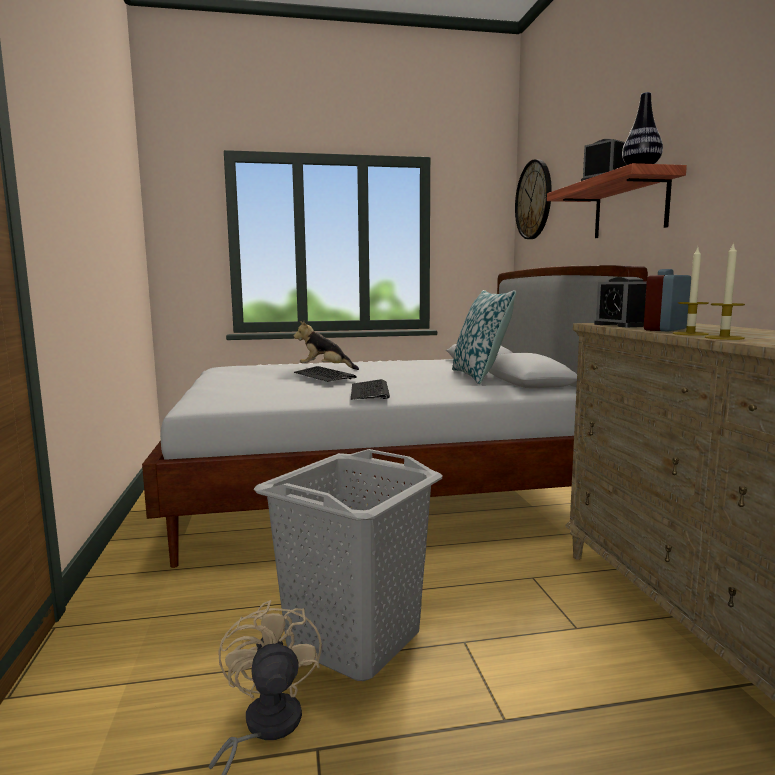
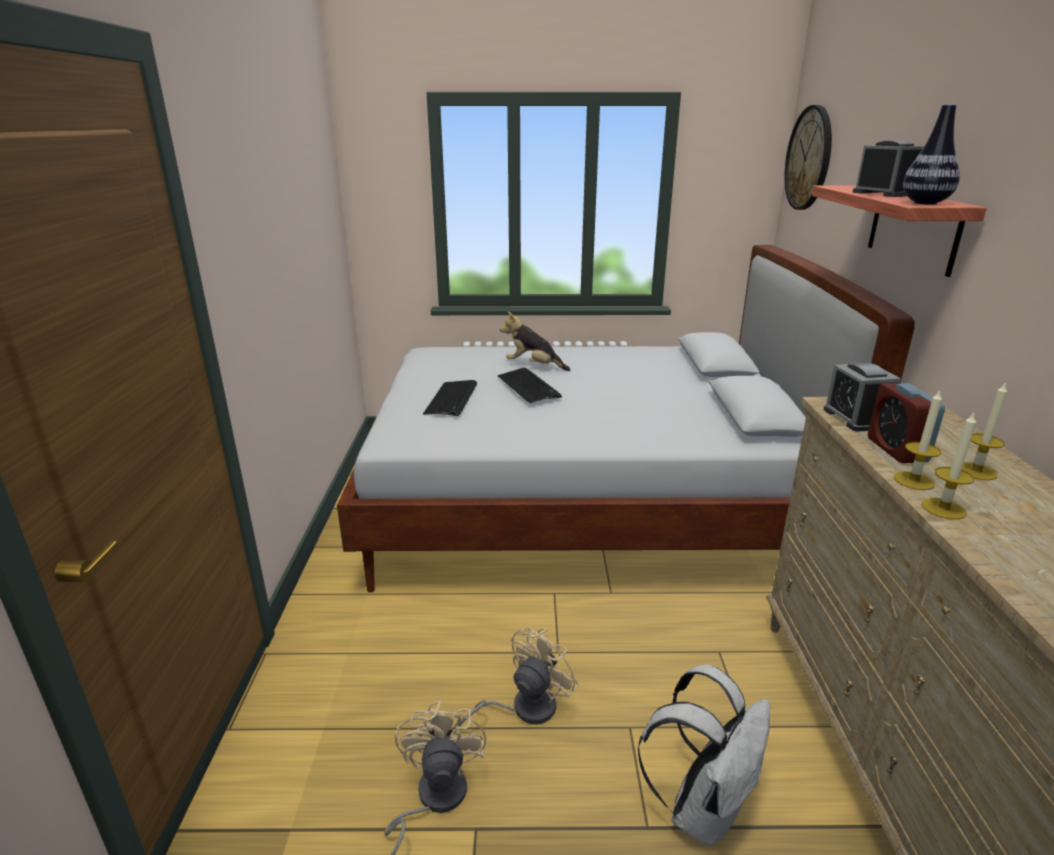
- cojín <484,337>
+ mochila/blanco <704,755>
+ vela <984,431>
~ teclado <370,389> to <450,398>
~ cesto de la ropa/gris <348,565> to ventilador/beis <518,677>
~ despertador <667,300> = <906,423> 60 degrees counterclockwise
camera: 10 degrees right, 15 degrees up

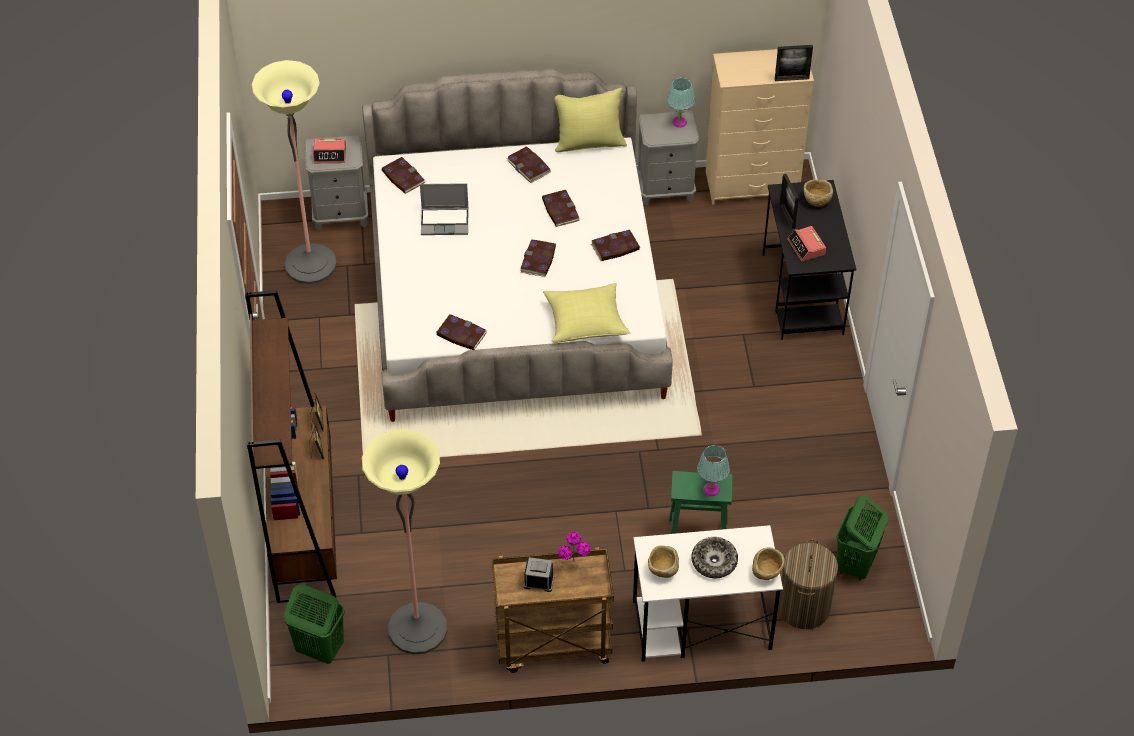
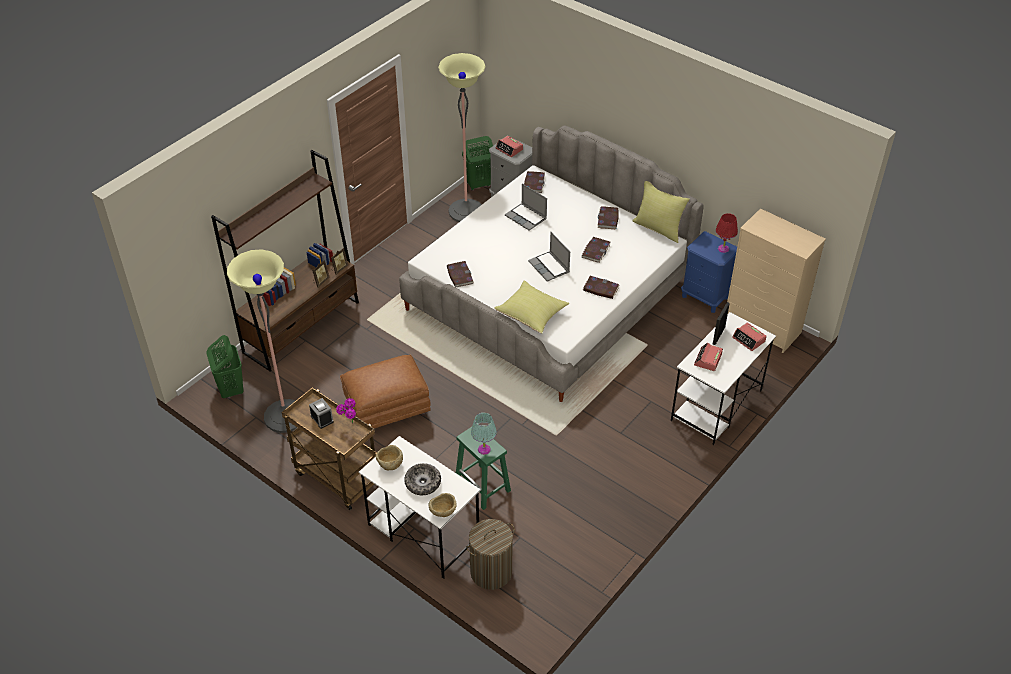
- portarretratos <794,63>
+ puf/marrón <385,391>
~ cesto de la ropa/verde <862,538> to <477,163>
~ libro <538,258> to portátil <549,257>
~ cuenco/beis <818,193> to despertador <749,337>
~ mesita de noche/gris <667,158> to mesita de noche/azul <709,272>
~ lámpara de mesa/turquesa <681,103> to lámpara de mesa/rojo <727,233>
~ escritorio/negro <809,260> to escritorio/blanco <723,378>
camera: 45 degrees right, 5 degrees down

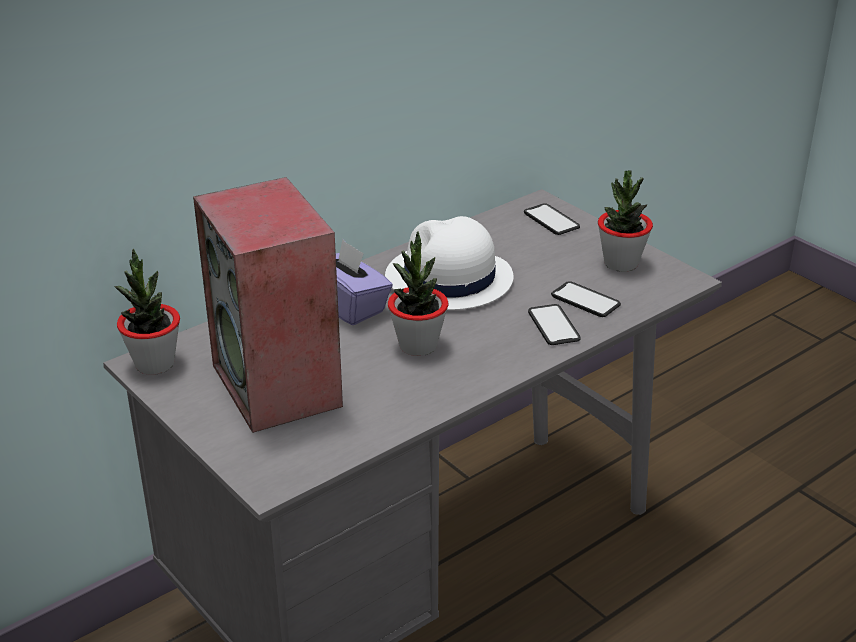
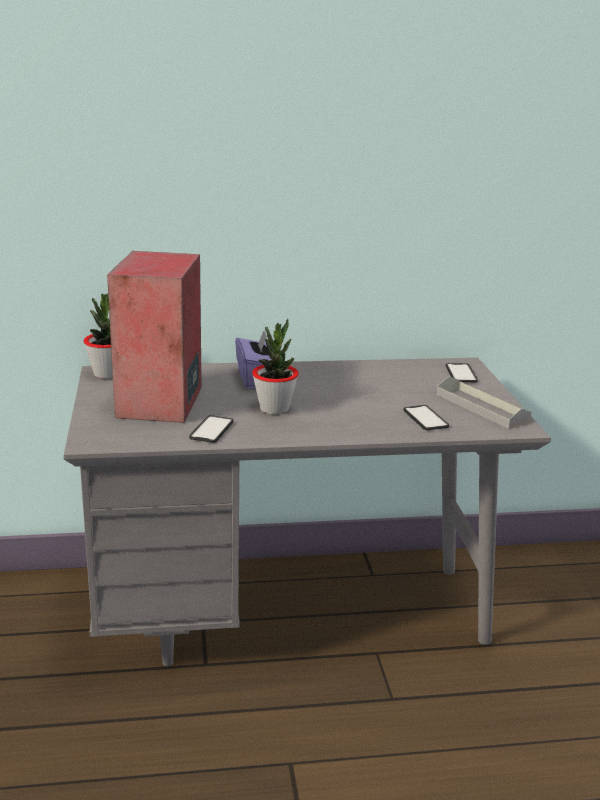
- sombrero/blanco <449,263>
~ móvil <554,324> to <211,429>
~ planta en maceta <625,221> to bandeja/gris <484,402>
camera: 30 degrees right, 10 degrees down

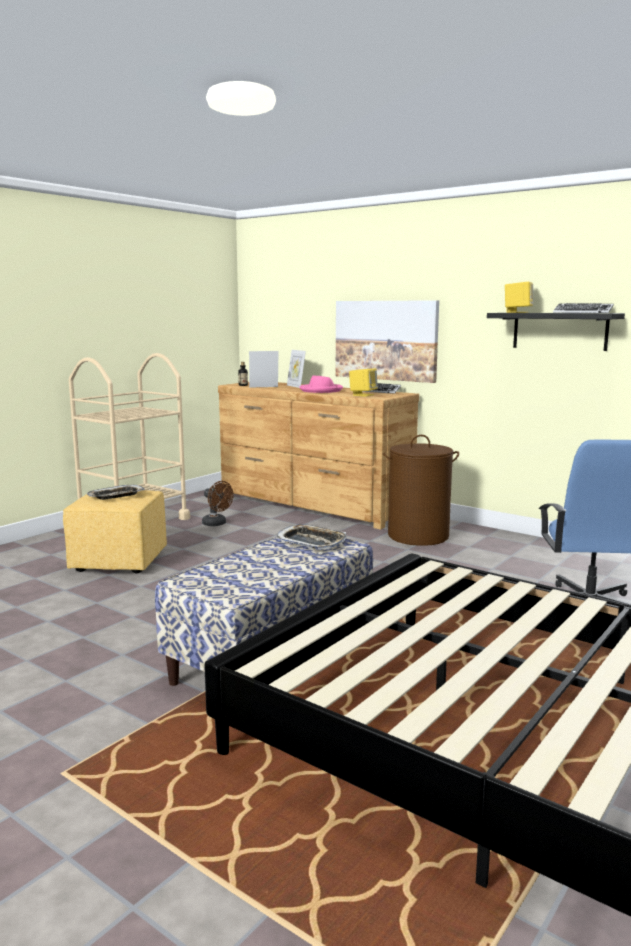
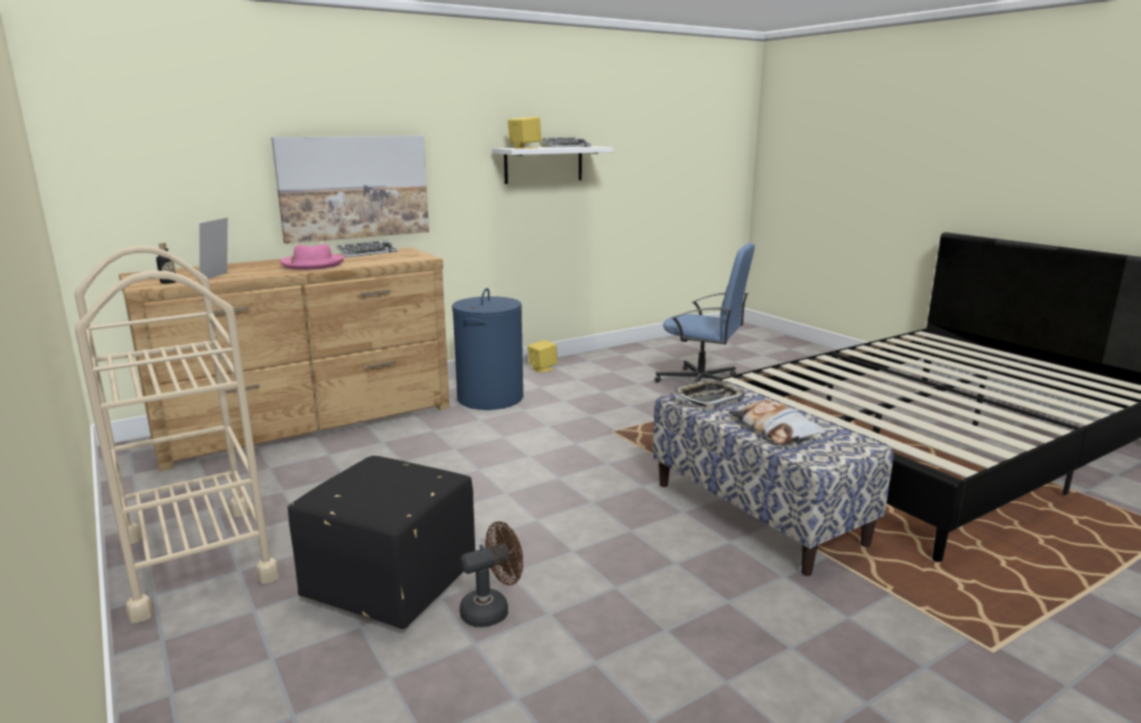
- bandeja <116,492>
- portarretratos <296,369>
+ cojín <777,422>
~ ventilador/marrón <218,503> to <491,574>
~ altavoz/amarillo <363,382> to <542,356>
~ puf/amarillo <115,531> to puf/negro <381,542>
~ cesto de la ropa/marrón <421,490> to cesto de la ropa/azul <487,349>
~ estante/negro <556,332> to estante/blanco <552,165>
camera: 70 degrees left, 5 degrees up

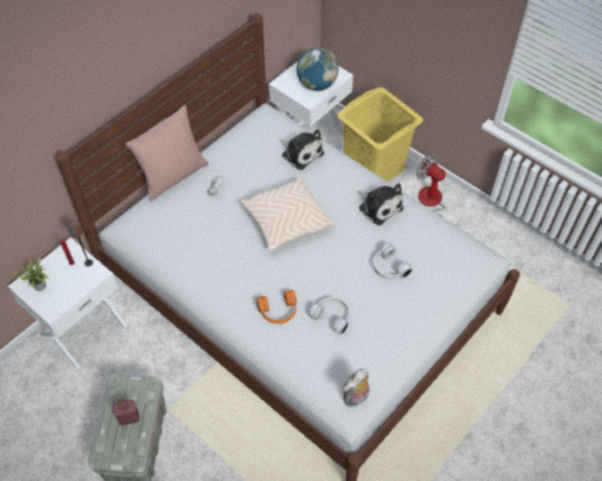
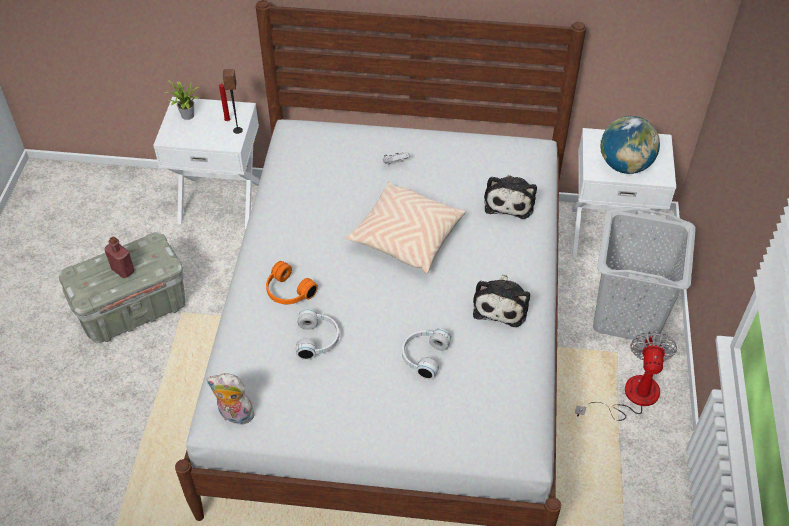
- cojín/rosa <167,153>
~ cesto de la ropa/amarillo <380,134> to cesto de la ropa/gris <644,274>
camera: 55 degrees right, 5 degrees down

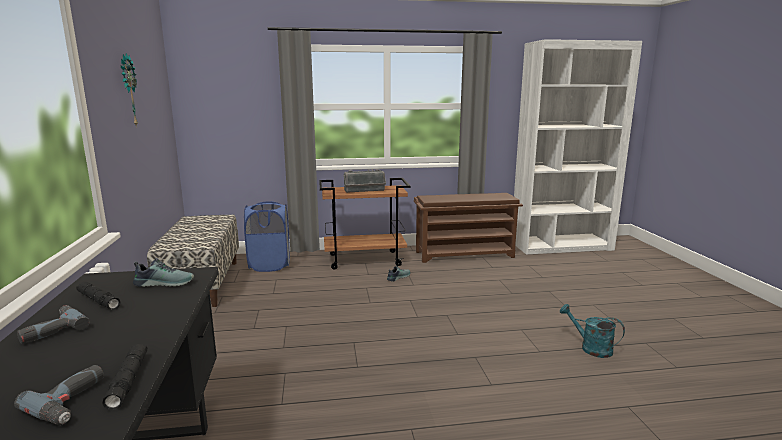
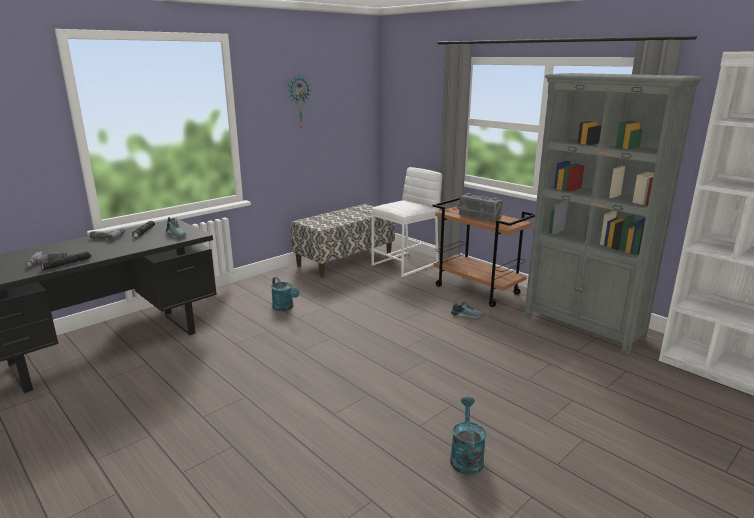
+ regadera/turquesa <285,294>
~ cesto de la ropa/azul <267,236> to taburete/blanco <406,222>
~ zapatero/marrón <468,228> to estantería/gris <613,214>
camera: 55 degrees right, 5 degrees up

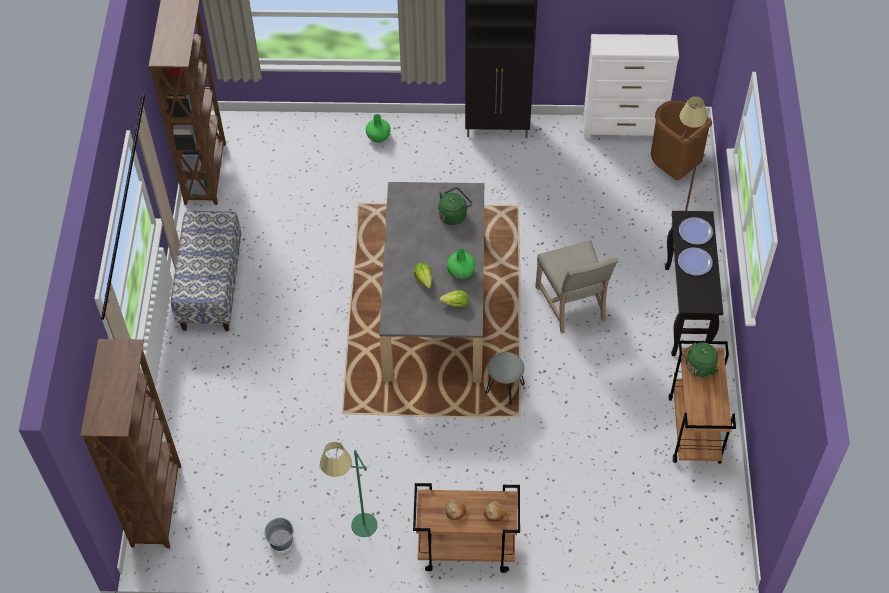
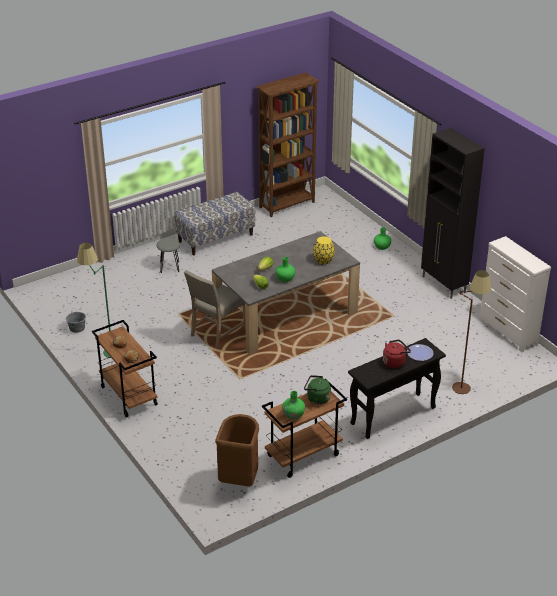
- estantería/marrón <130,443>
+ florero/verde <293,405>
~ taburete/gris <504,378> to <168,255>
~ silla/beis <576,287> to <215,309>
~ papelera/marrón <681,140> to <237,450>
~ hervidor/verde <455,206> to florero/amarillo <324,250>
~ plato <695,262> to hervidor/rojo <397,354>
camera: 55 degrees right, 20 degrees down

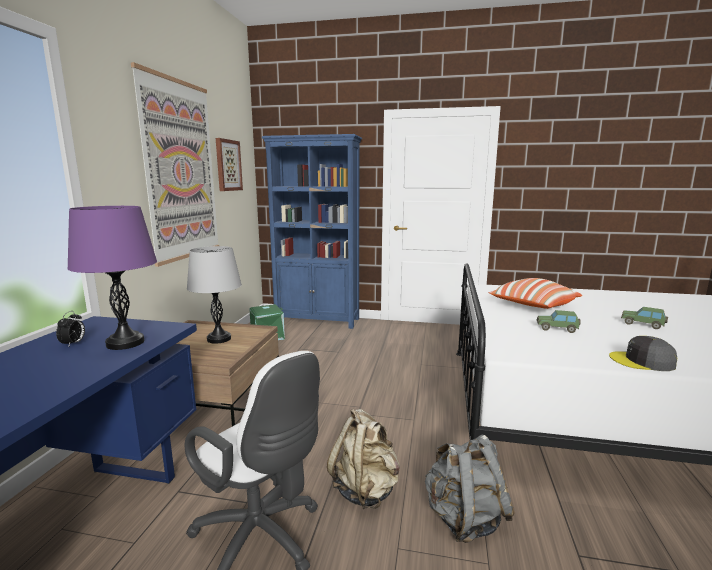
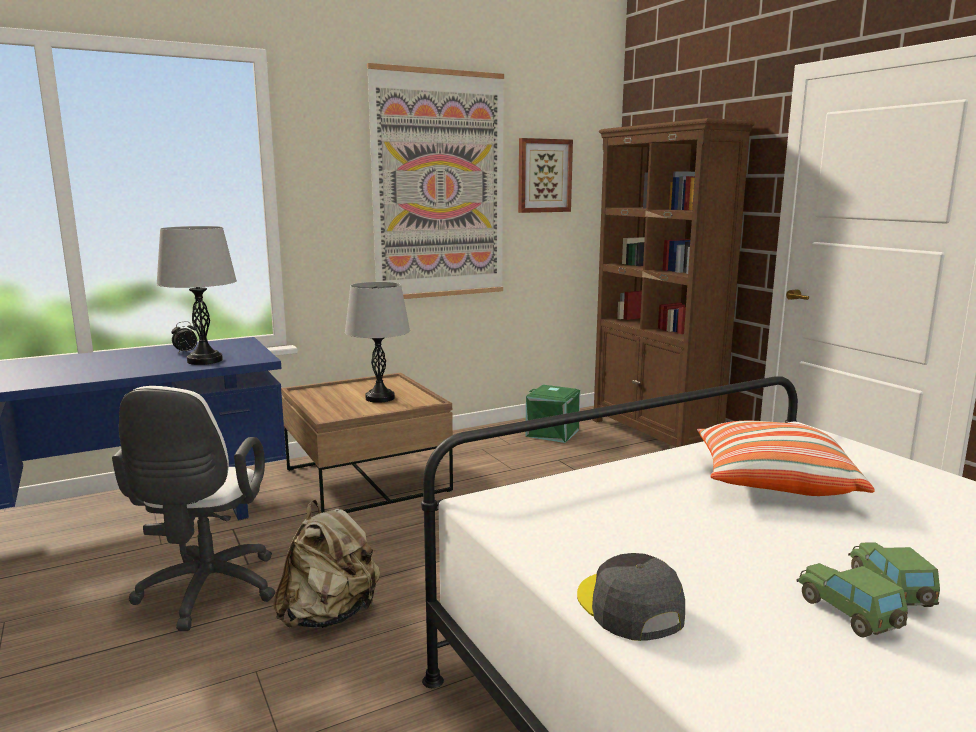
- mochila/gris <470,489>
~ coche de juguete <559,321> to <852,600>
~ lámpara de mesa/morado <112,278> to lámpara de mesa/gris <196,295>
~ estantería/azul <312,231> to estantería/marrón <674,282>
camera: 50 degrees right, 0 degrees up

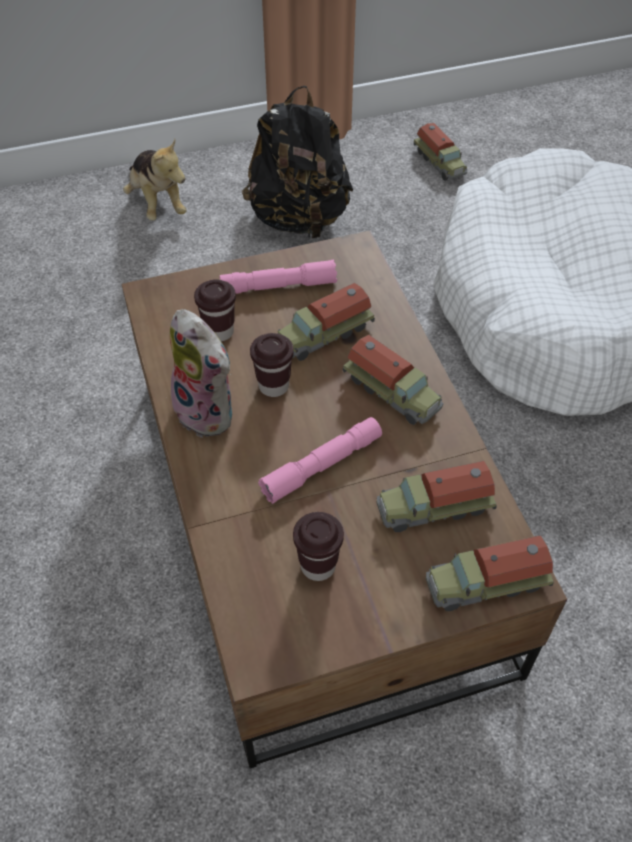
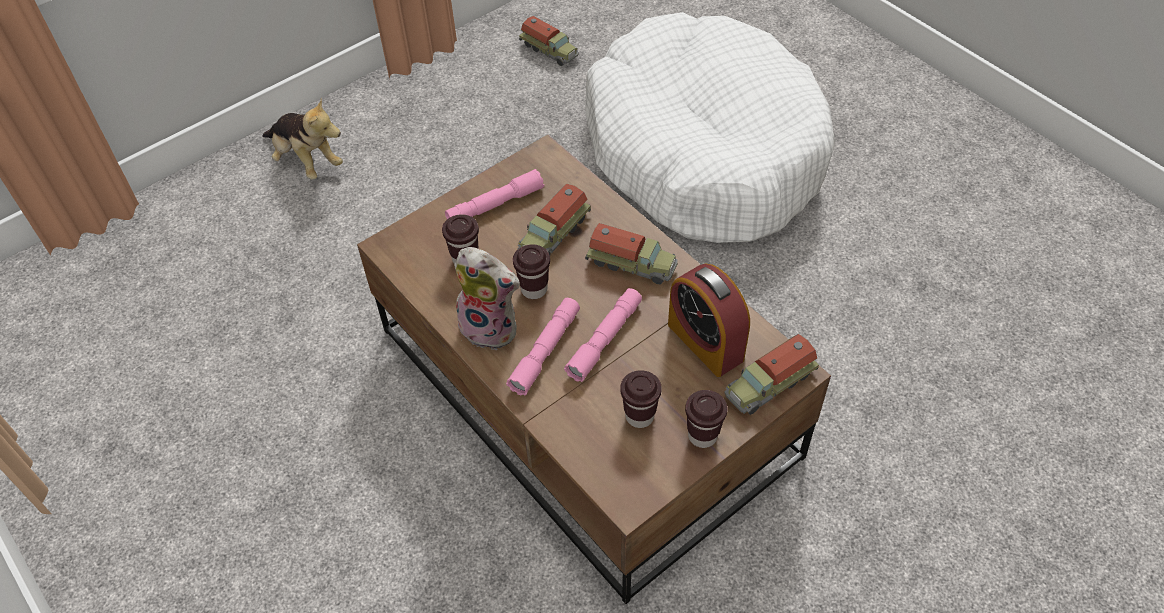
- mochila/negro <297,163>
+ linterna/rosa <543,347>
+ taza/marrón <706,419>
~ camión de juguete <437,496> to despertador <709,320>
camera: 20 degrees left, 0 degrees up

